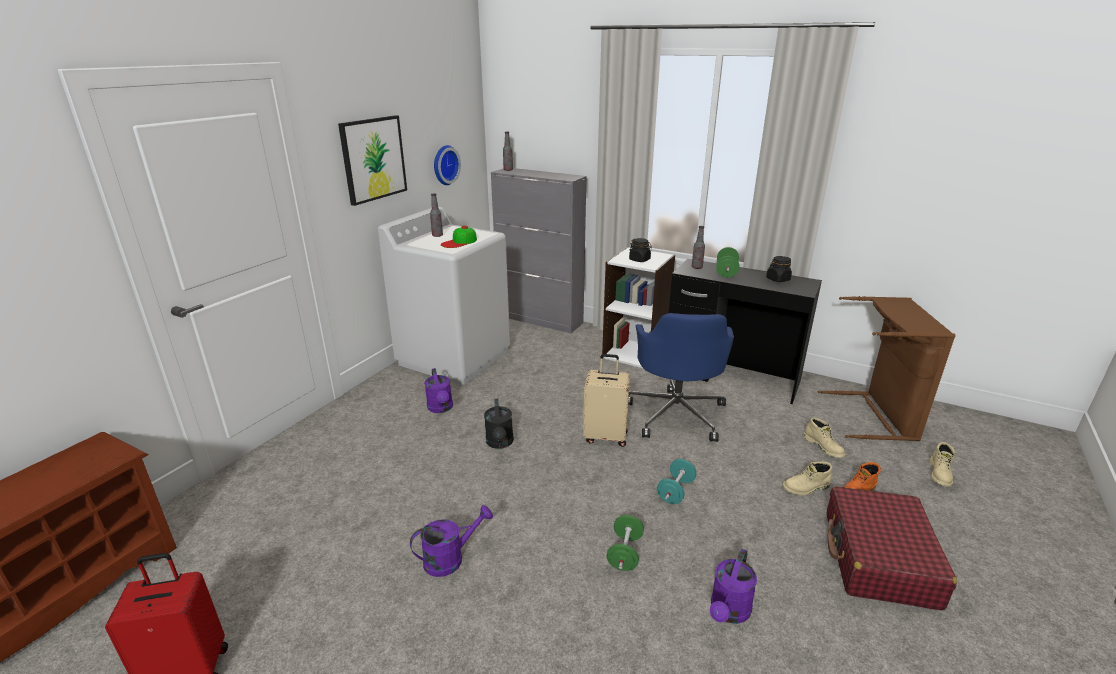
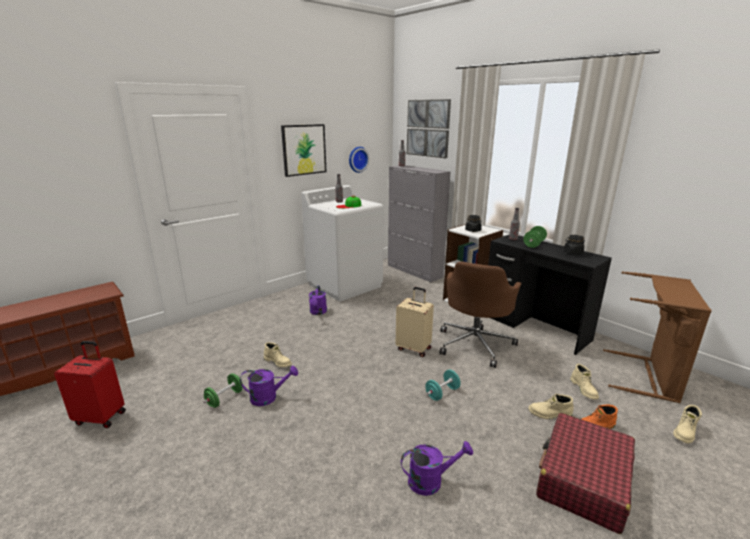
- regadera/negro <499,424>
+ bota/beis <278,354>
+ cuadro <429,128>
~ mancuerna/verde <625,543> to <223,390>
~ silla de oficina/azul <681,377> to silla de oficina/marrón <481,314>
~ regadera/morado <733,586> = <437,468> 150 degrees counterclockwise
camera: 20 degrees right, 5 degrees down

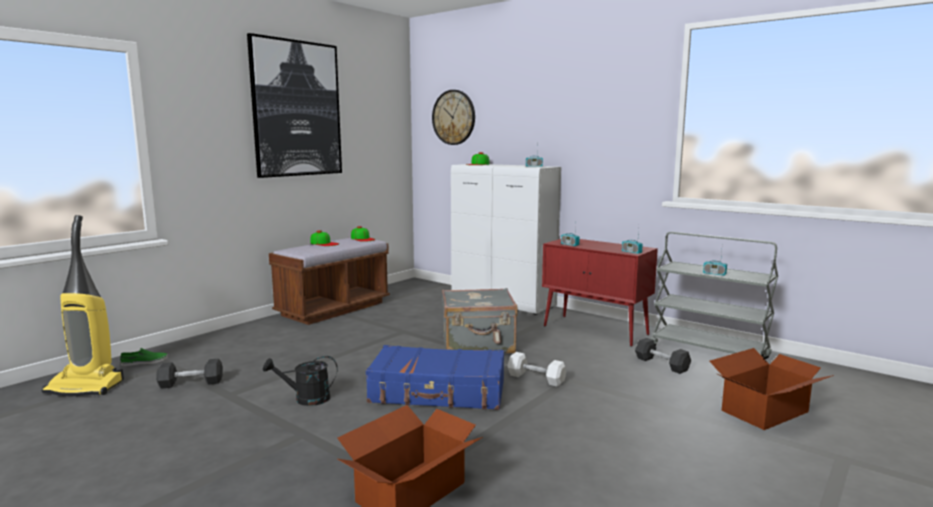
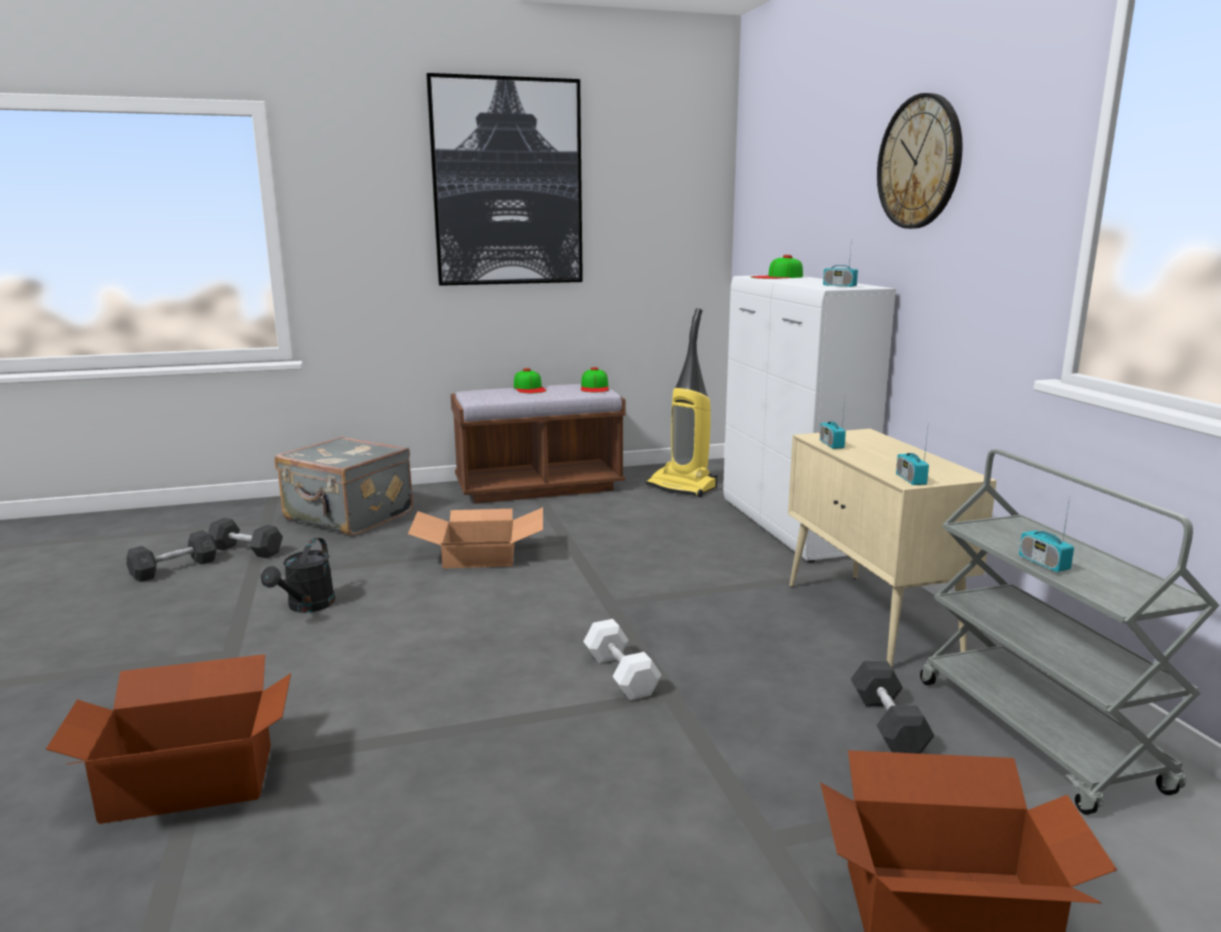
- zapato/verde <144,357>
- maleta/azul <435,377>
+ mancuerna/gris <171,556>
+ caja de cartón <475,538>
~ aspiradora <83,306> to <681,402>
~ reloj de pared <453,117> to <920,161>
~ maleta/gris <480,320> to <344,485>
~ armario/rojo <600,293> to armario/beis <892,548>
~ regadera/negro <300,381> = <298,575> 105 degrees counterclockwise
camera: 35 degrees right, 5 degrees up

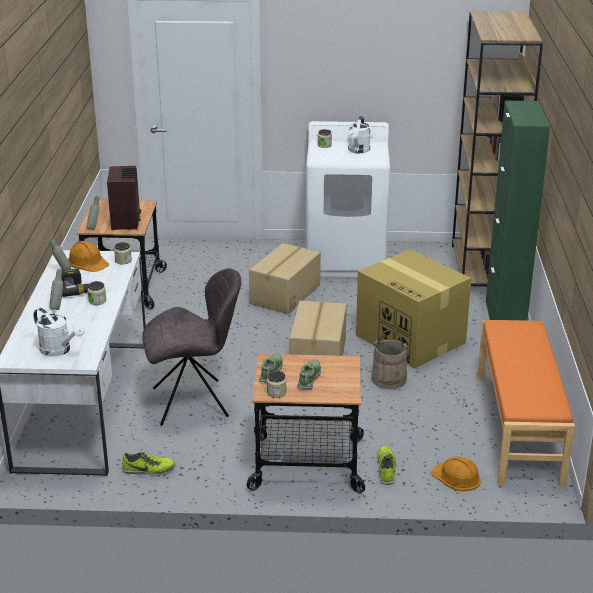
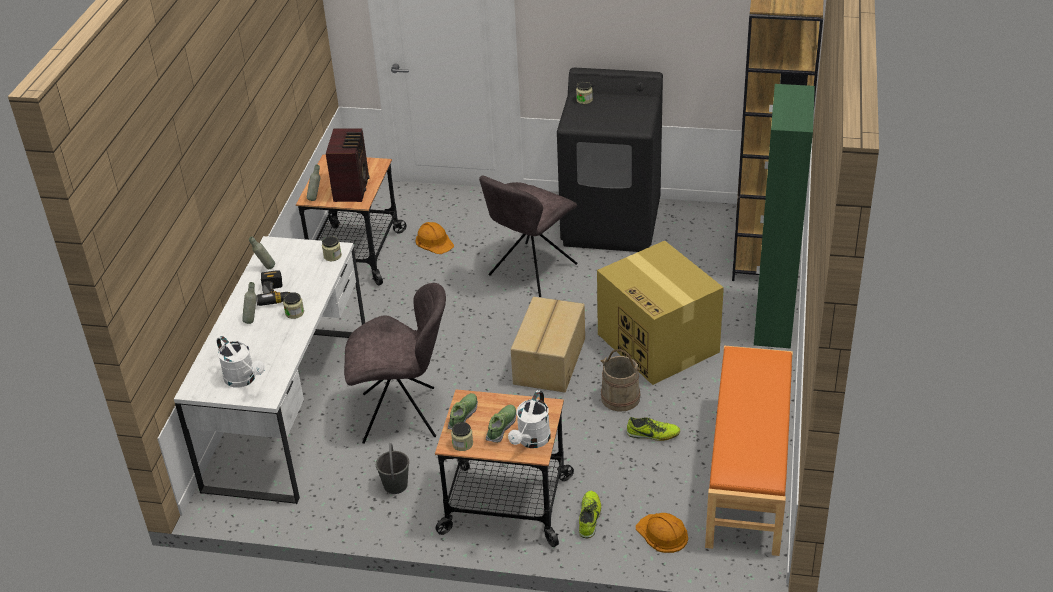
+ cubo/gris <392,468>
~ casco/naranja <88,256> to <435,238>
~ zapato <148,463> to <653,429>
~ regadera/blanco <359,134> to <529,419>
~ caja de cartón <285,278> to silla/gris <528,236>
~ lavadora/blanco <348,199> to lavadora/negro <610,159>
camera: 10 degrees right, 10 degrees up

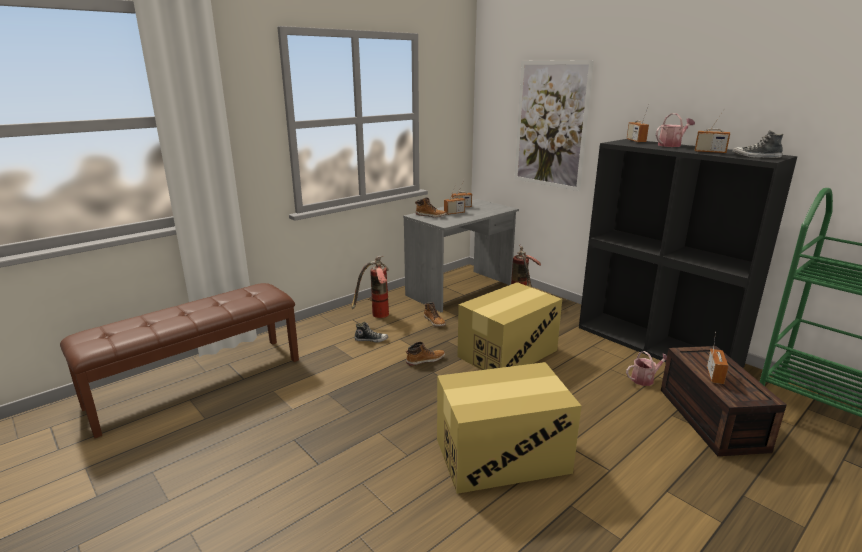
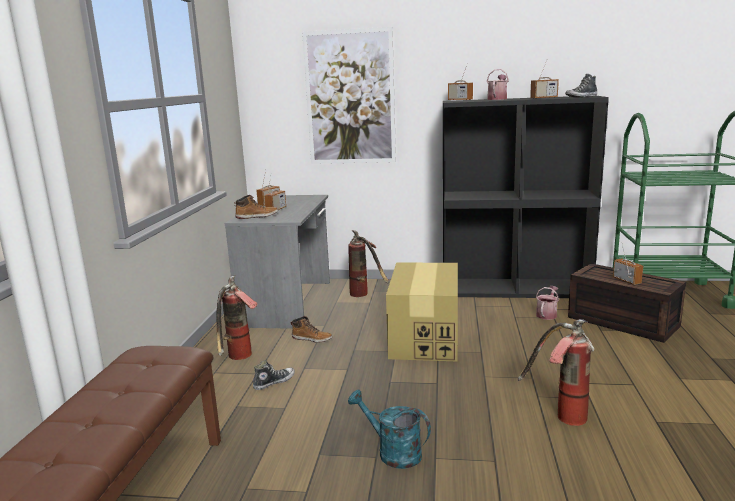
- bota <425,354>
+ regadera/turquesa <389,429>
~ caja de cartón <509,428> to extintor <556,372>
camera: 40 degrees left, 5 degrees down

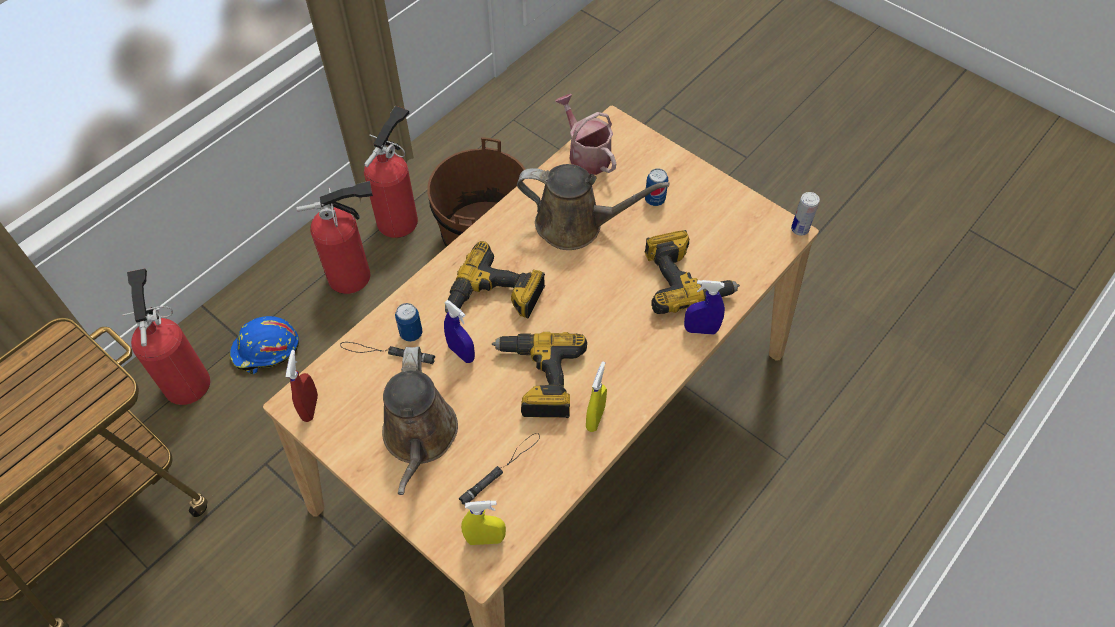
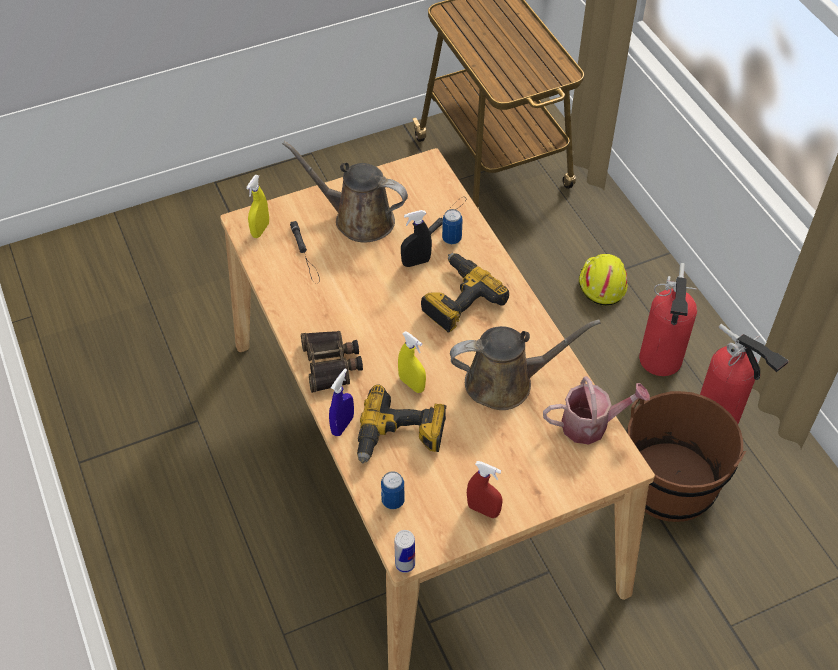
- extintor <166,337>
- taladro <539,375>
+ prismáticos <332,362>
~ pulverizador/rojo <302,386> to <484,489>
~ pulverizador/amarillo <596,397> to <412,362>
~ lata <656,187> to <393,490>
~ casco/azul <264,345> to casco/amarillo <603,280>
~ pulverizador/azul <459,331> to pulverizador/negro <416,238>
~ regadera/marrón <593,207> = <525,364> 135 degrees counterclockwise
camera: 115 degrees right, 5 degrees down

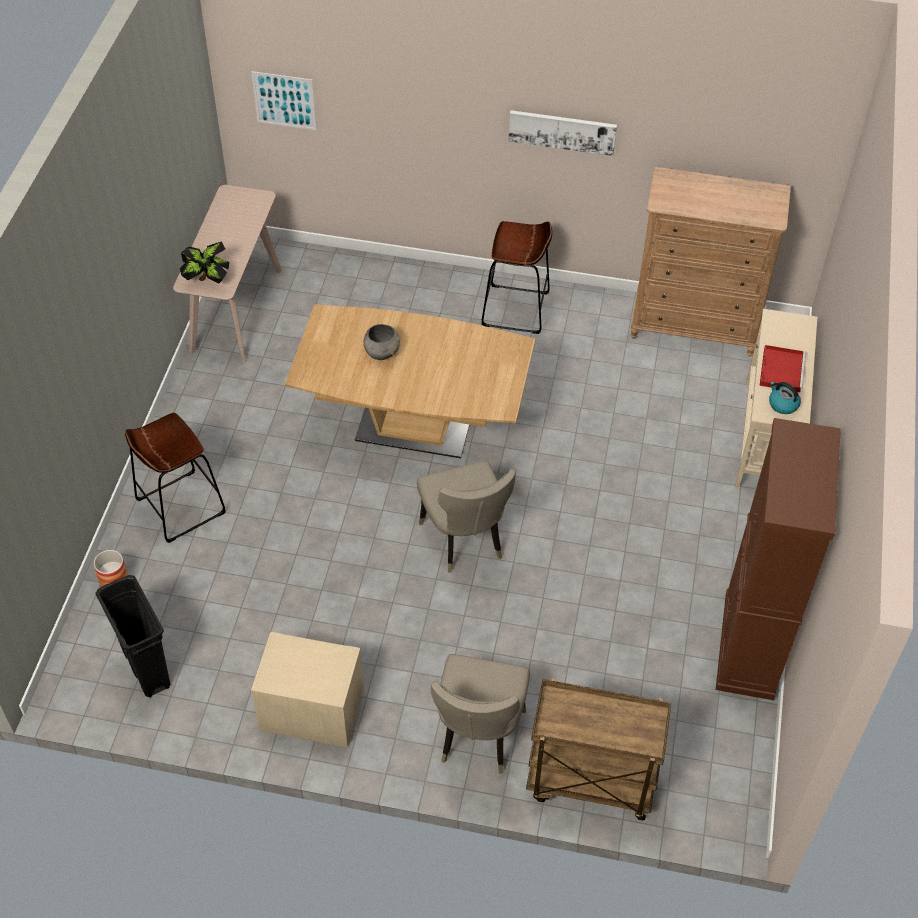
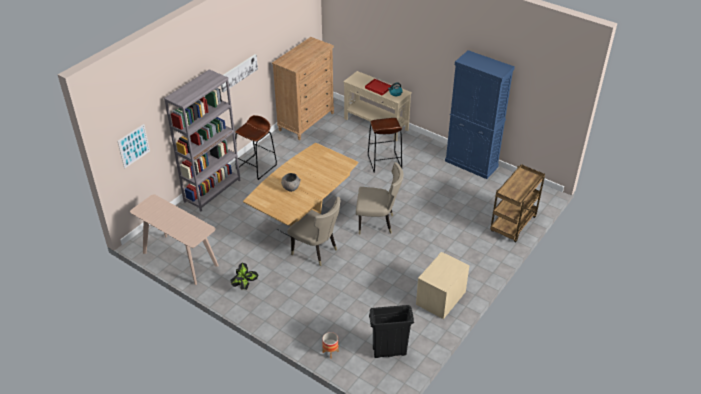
+ estantería/gris <202,140>
~ taburete/marrón <175,478> to <385,145>
~ planta en maceta <205,262> to <244,276>
~ silla/beis <480,714> to <313,231>
~ armario/marrón <778,559> to armario/azul <480,114>
camera: 65 degrees left, 10 degrees down

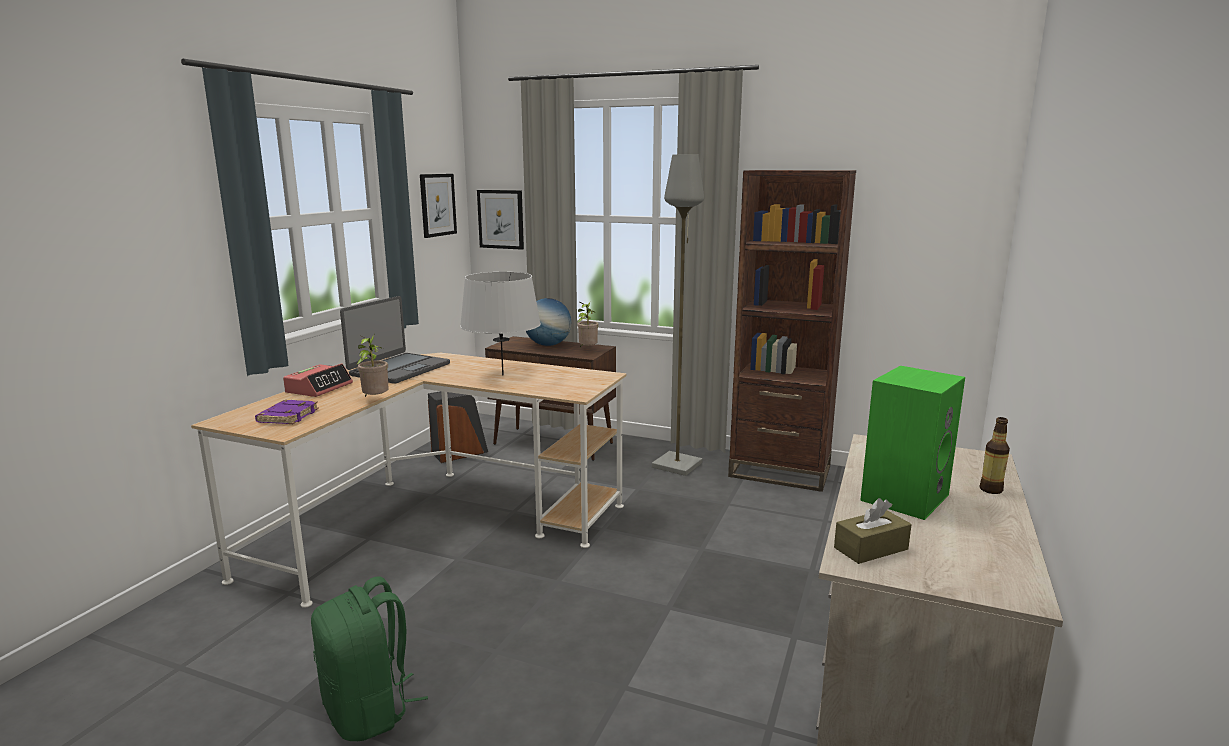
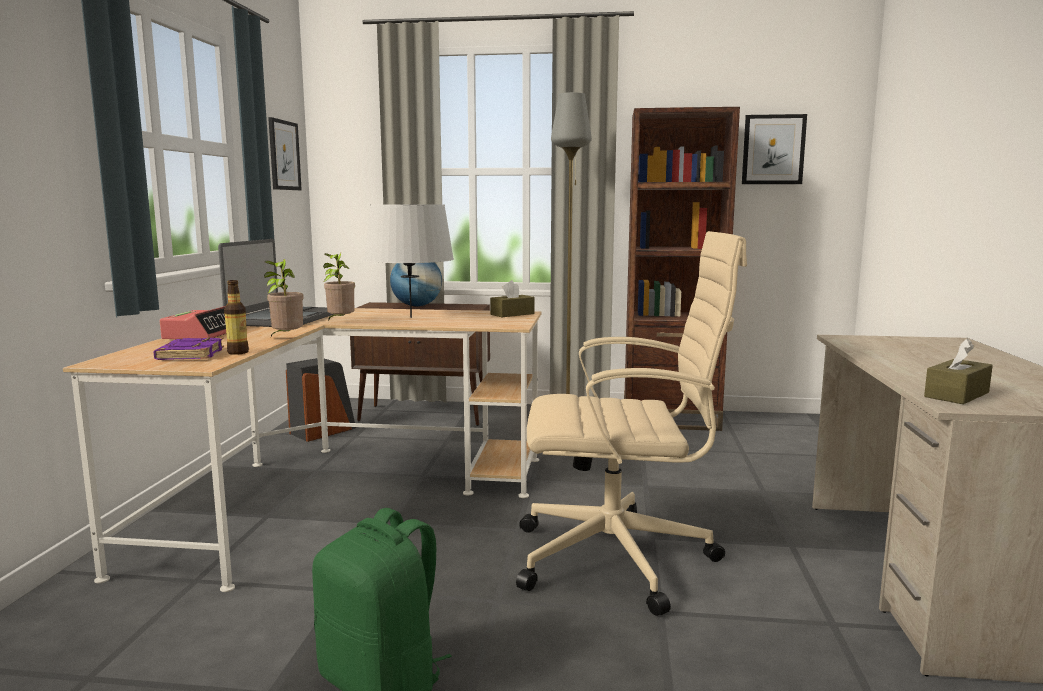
- altavoz/verde <912,443>
+ caja de pañuelos/marrón <512,298>
+ silla de oficina/beis <631,423>
~ cuadro <500,220> to <774,149>
~ planta en maceta <588,324> to <339,286>
~ botella <995,455> to <236,317>
camera: 15 degrees left, 5 degrees down

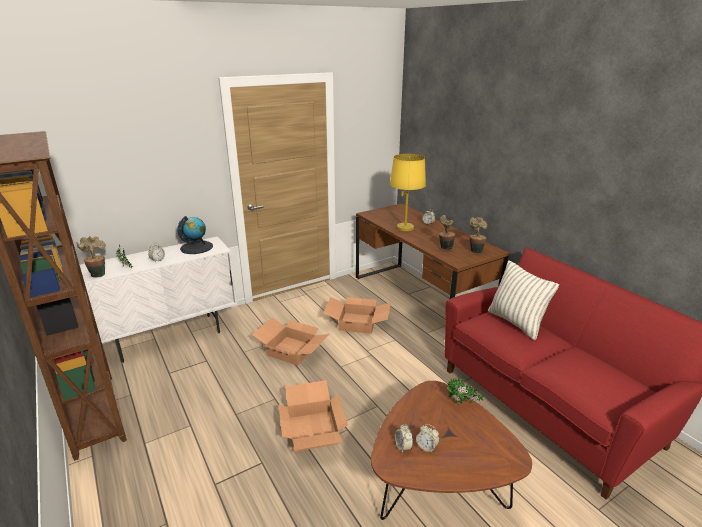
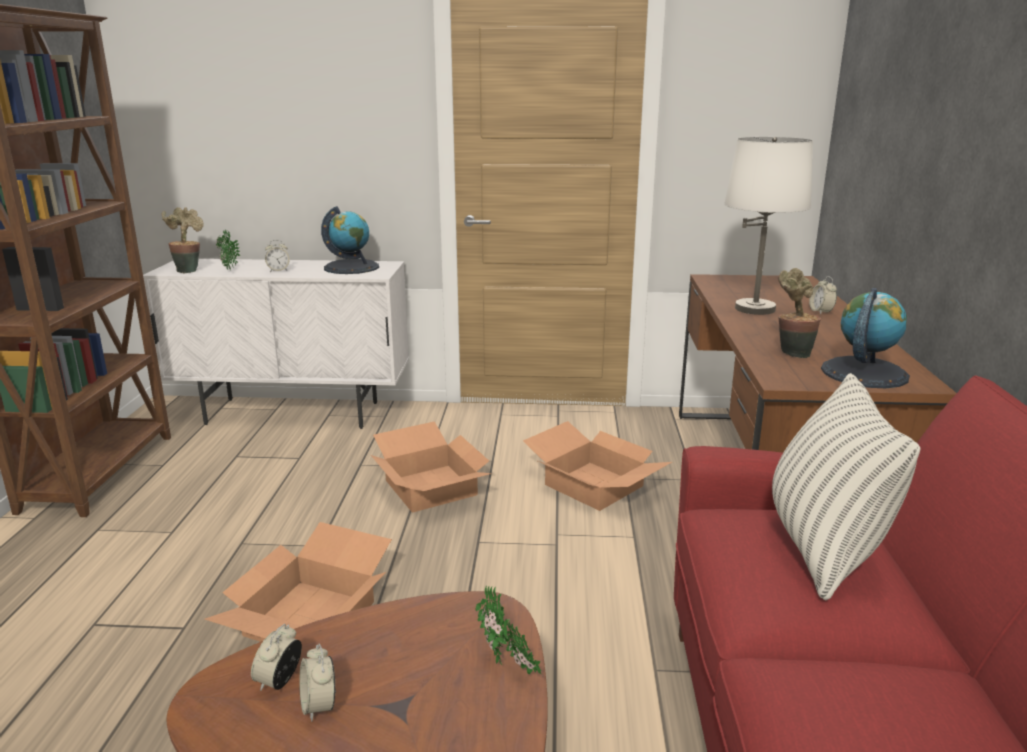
~ planta en maceta <478,235> to globo terráqueo <865,338>
~ lámpara de mesa/amarillo <408,192> to lámpara de mesa/blanco <768,226>
camera: 35 degrees right, 5 degrees down

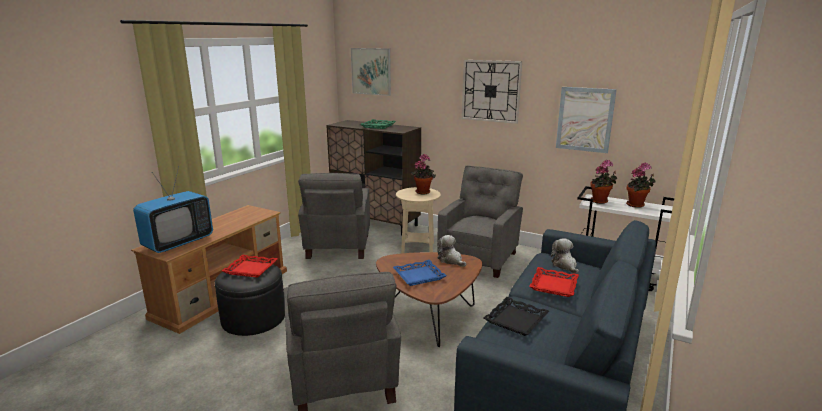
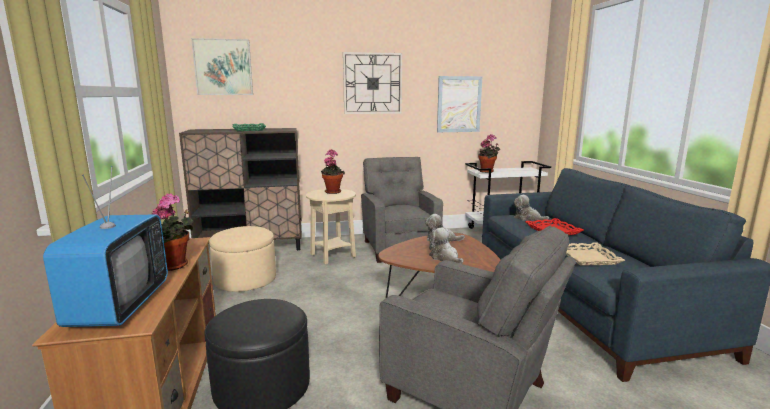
- bandeja/rojo <250,266>
~ planta en maceta <641,185> to <172,232>
~ sillón/gris <334,216> to puf/beis <242,259>
~ bandeja/azul <420,273> to peluche <446,245>
~ bandeja/negro <516,316> to bandeja/beis <595,254>
camera: 40 degrees left, 5 degrees down

